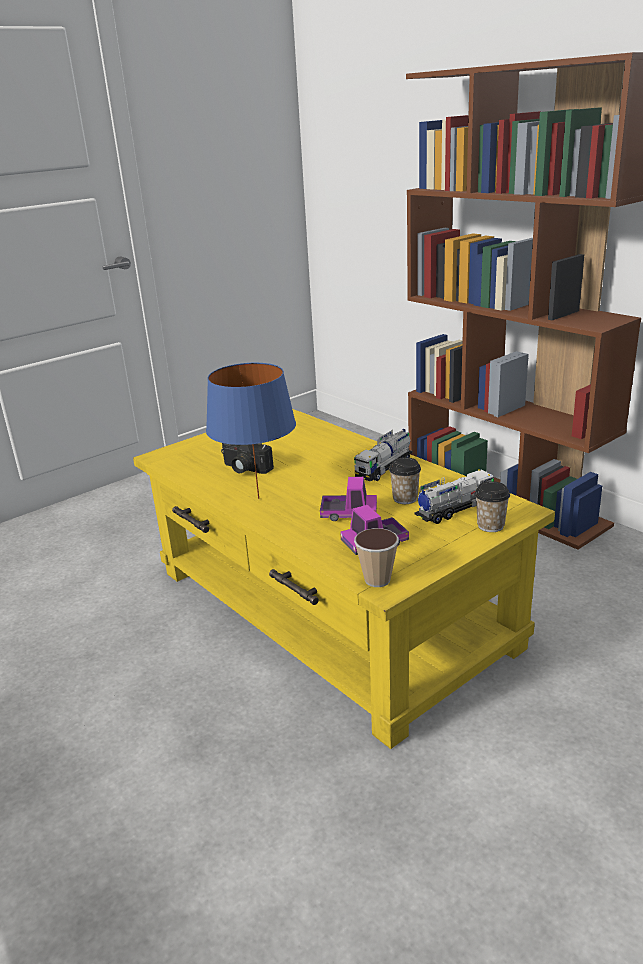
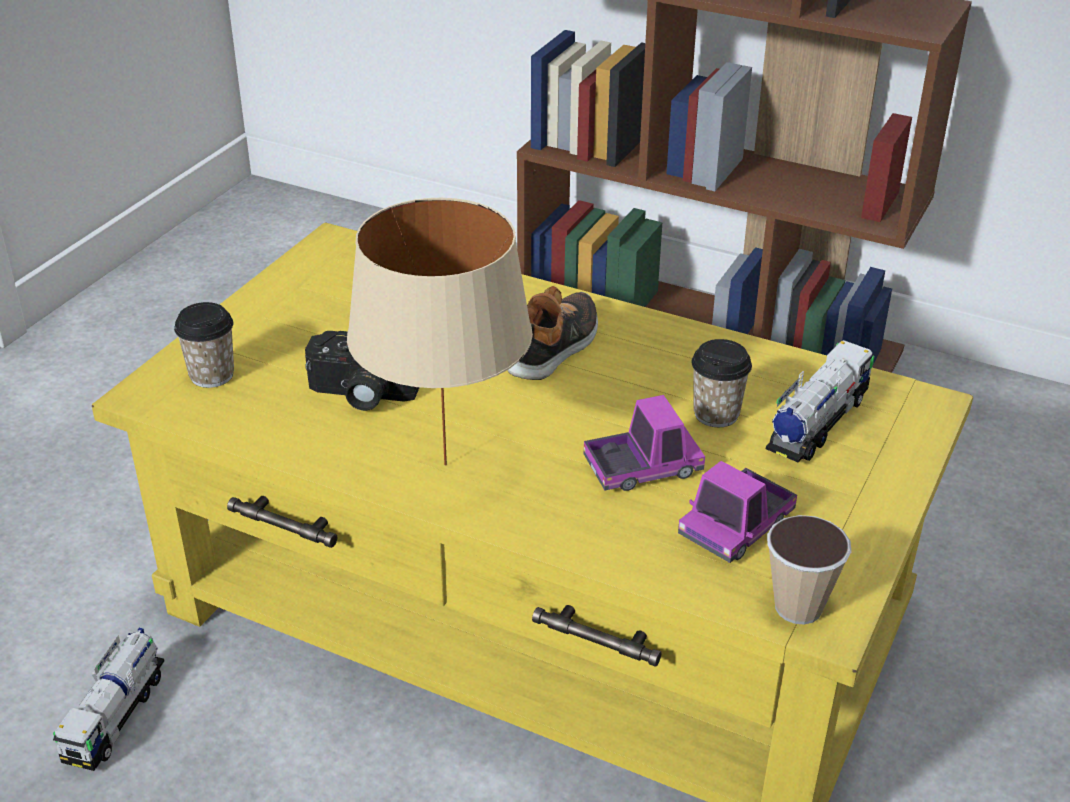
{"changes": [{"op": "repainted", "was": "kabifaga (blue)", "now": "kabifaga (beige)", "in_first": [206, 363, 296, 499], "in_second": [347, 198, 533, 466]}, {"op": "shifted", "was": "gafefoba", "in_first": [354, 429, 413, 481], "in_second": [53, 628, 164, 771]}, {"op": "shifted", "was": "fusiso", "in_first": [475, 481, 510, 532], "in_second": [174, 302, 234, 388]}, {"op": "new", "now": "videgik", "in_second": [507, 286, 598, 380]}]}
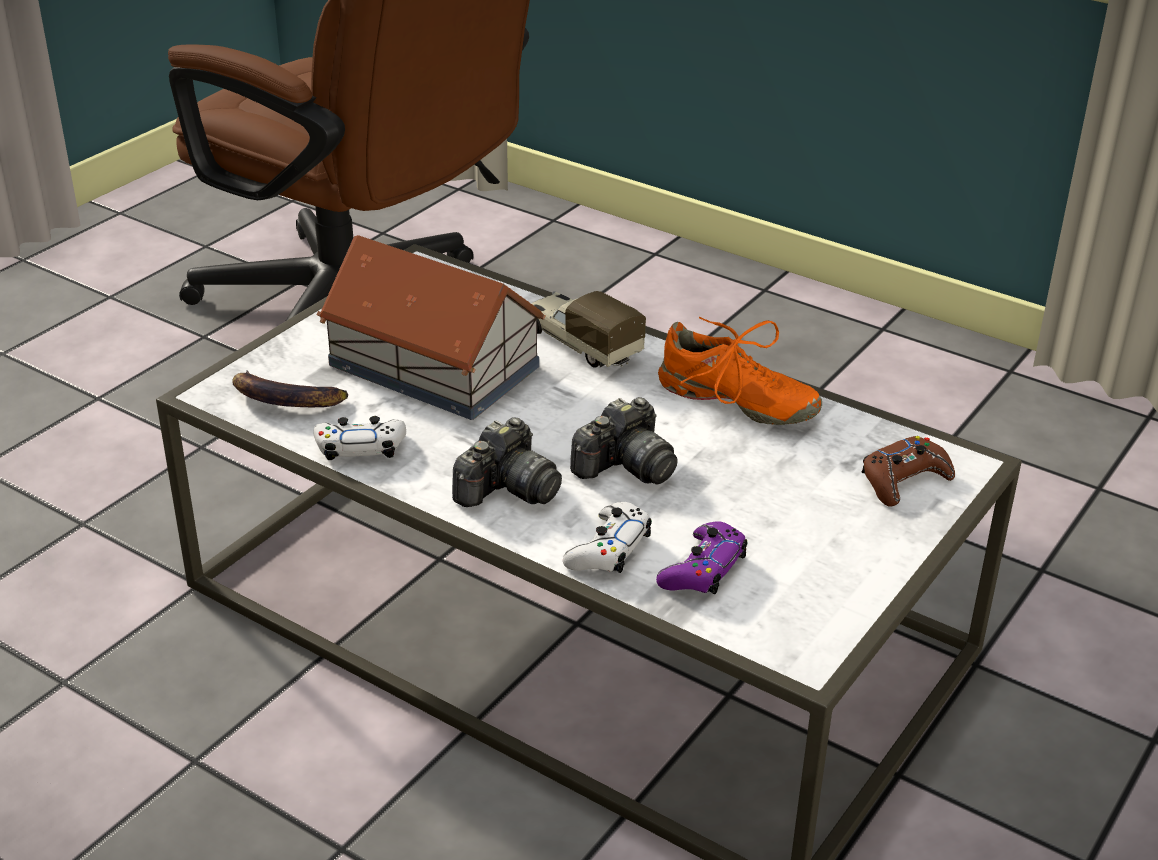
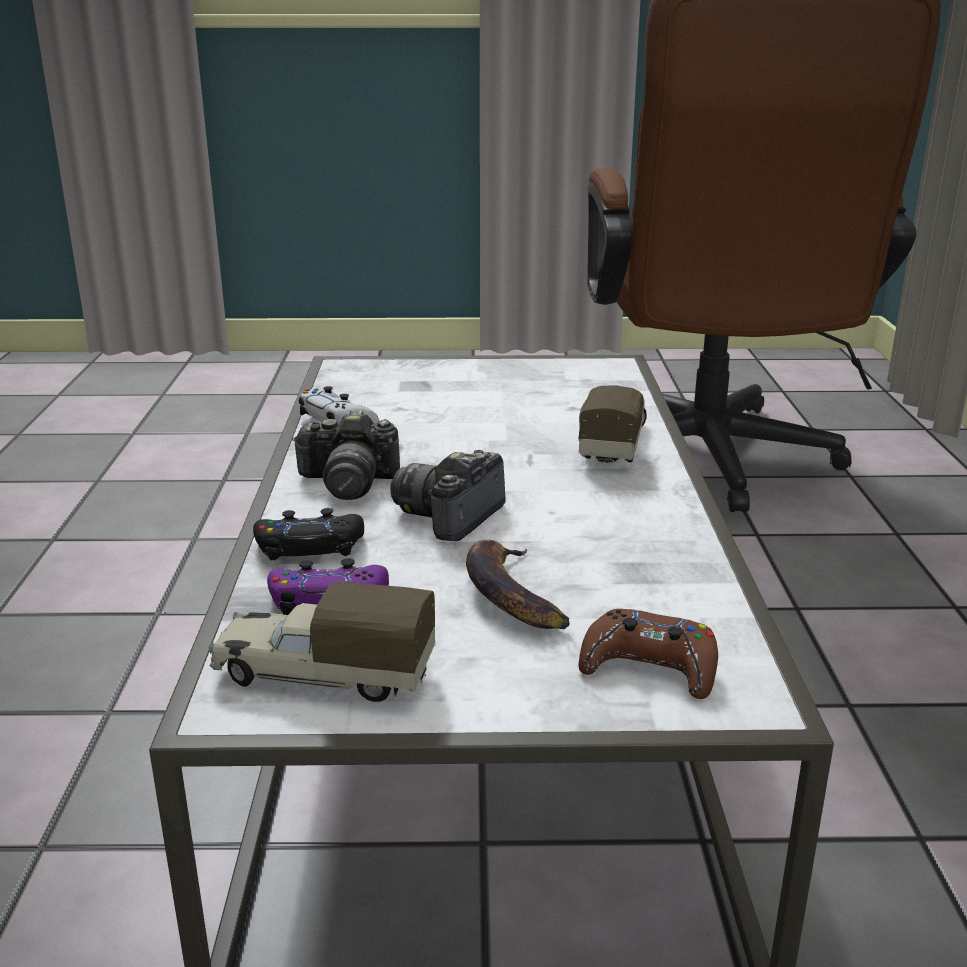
{"changes": [{"op": "shifted", "was": "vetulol", "in_first": [232, 370, 348, 407], "in_second": [466, 540, 570, 629]}, {"op": "gone", "was": "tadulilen", "in_first": [316, 235, 545, 420]}, {"op": "repainted", "was": "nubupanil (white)", "now": "nubupanil (black)", "in_first": [563, 502, 652, 573], "in_second": [253, 508, 364, 560]}, {"op": "rotated", "was": "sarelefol", "in_first": [570, 397, 678, 484], "in_second": [390, 450, 506, 541], "clockwise": 105}, {"op": "gone", "was": "videgik (orange)", "in_first": [658, 317, 822, 425]}, {"op": "new", "now": "gafefoba", "in_second": [209, 582, 435, 702]}]}
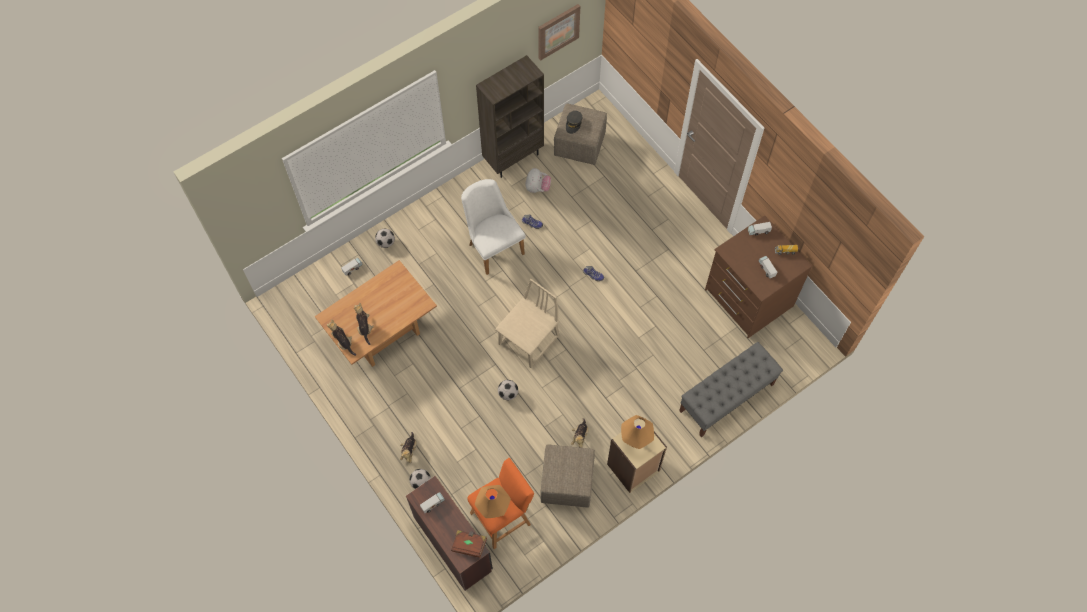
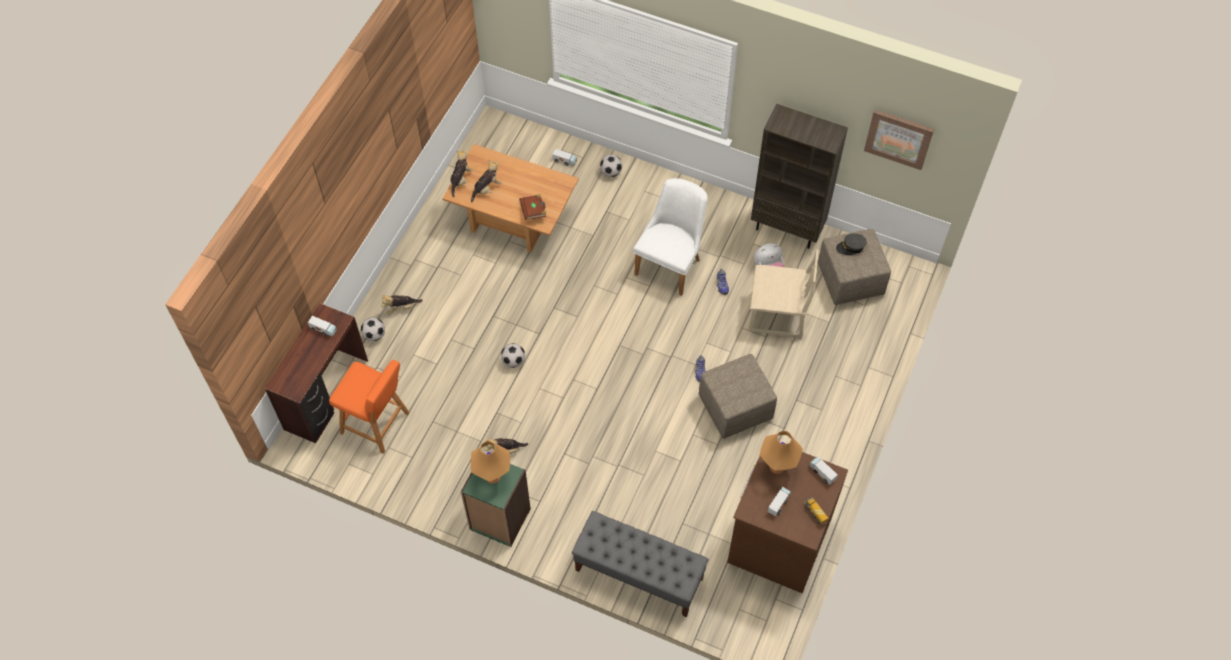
{"changes": [{"op": "shifted", "was": "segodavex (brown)", "in_first": [451, 530, 487, 558], "in_second": [519, 194, 546, 220]}, {"op": "shifted", "was": "kabifaga (orange)", "in_first": [475, 485, 511, 518], "in_second": [760, 431, 803, 474]}, {"op": "shifted", "was": "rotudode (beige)", "in_first": [495, 279, 559, 368], "in_second": [749, 249, 819, 338]}, {"op": "shifted", "was": "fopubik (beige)", "in_first": [540, 444, 595, 508], "in_second": [699, 354, 777, 439]}, {"op": "repainted", "was": "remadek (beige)", "now": "remadek (green)", "in_first": [607, 419, 667, 493], "in_second": [461, 464, 531, 547]}]}
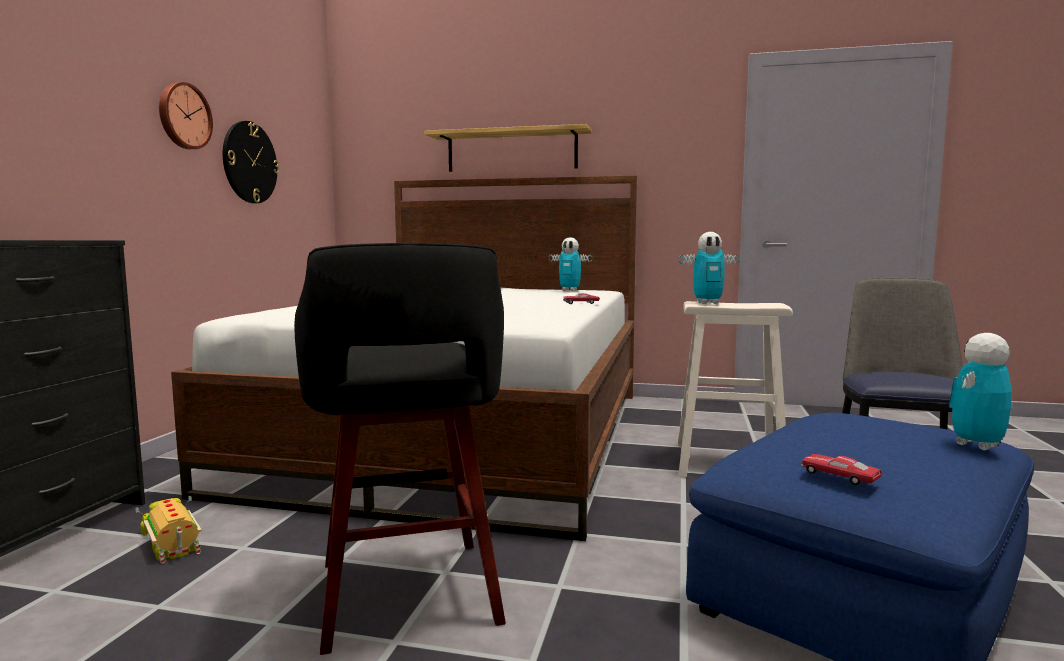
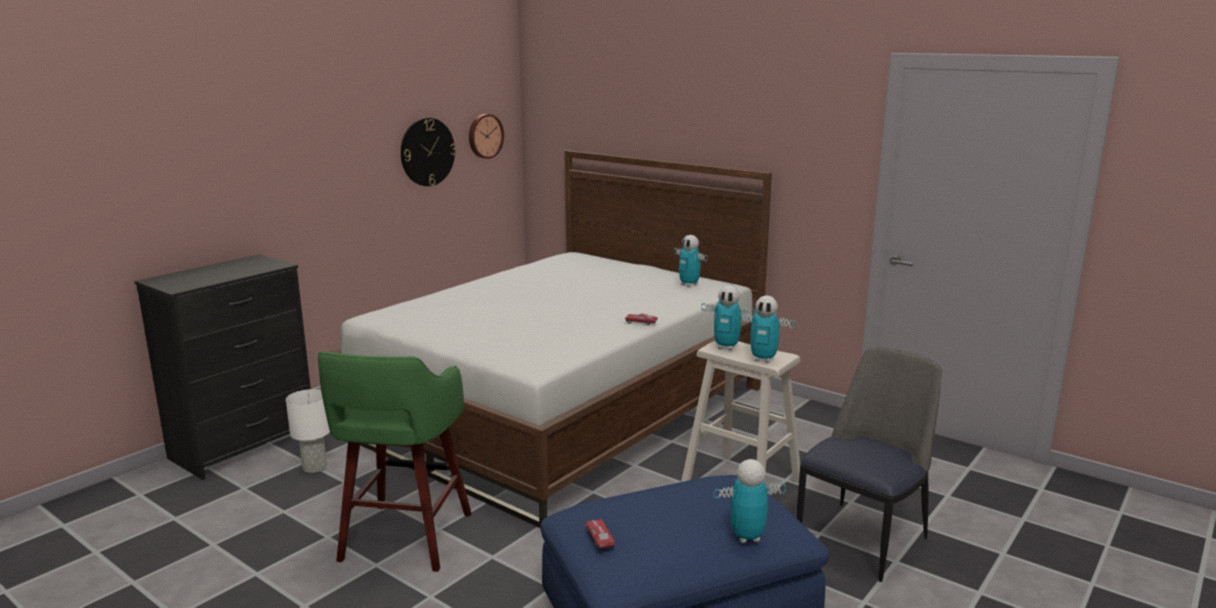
{"changes": [{"op": "swapped", "was": "gafefoba", "now": "kabifaga (white)", "in_first": [135, 496, 202, 564], "in_second": [286, 389, 330, 473]}, {"op": "shifted", "was": "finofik", "in_first": [159, 82, 213, 149], "in_second": [469, 114, 504, 159]}, {"op": "repainted", "was": "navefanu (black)", "now": "navefanu (green)", "in_first": [294, 243, 506, 655], "in_second": [318, 351, 472, 572]}, {"op": "gone", "was": "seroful", "in_first": [424, 124, 592, 172]}, {"op": "new", "now": "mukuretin", "in_second": [737, 296, 795, 363]}]}
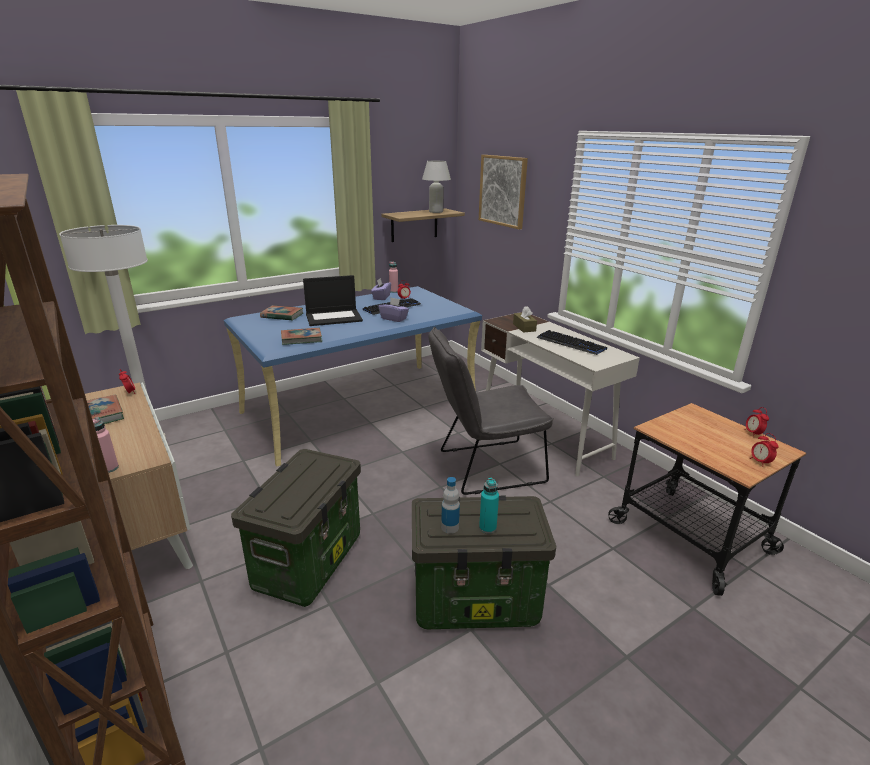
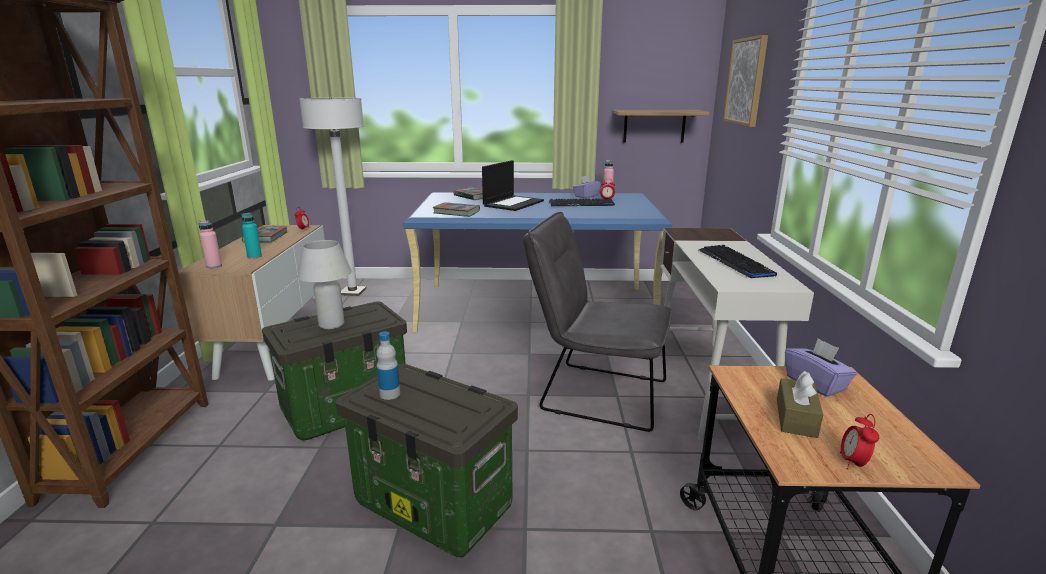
{"changes": [{"op": "rotated", "was": "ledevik", "in_first": [303, 275, 363, 326], "in_second": [482, 160, 544, 211], "clockwise": -75}, {"op": "shifted", "was": "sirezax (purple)", "in_first": [378, 298, 409, 322], "in_second": [785, 338, 857, 397]}, {"op": "shifted", "was": "kabifaga (white)", "in_first": [422, 161, 451, 213], "in_second": [298, 240, 352, 330]}, {"op": "shifted", "was": "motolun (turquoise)", "in_first": [479, 478, 499, 534], "in_second": [241, 212, 262, 259]}, {"op": "shifted", "was": "sirezax (brown)", "in_first": [513, 306, 537, 333], "in_second": [777, 371, 823, 438]}, {"op": "gone", "was": "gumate", "in_first": [745, 407, 769, 437]}]}
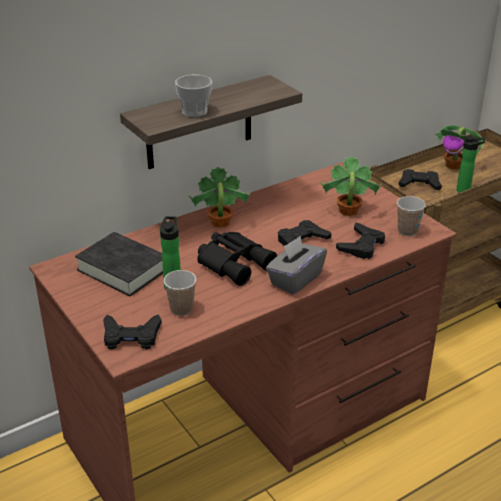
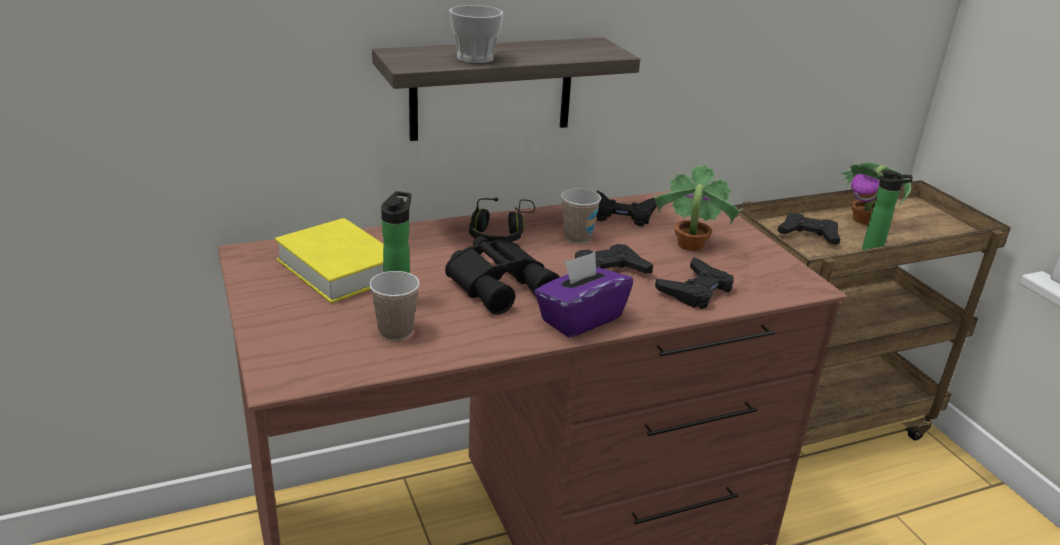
{"changes": [{"op": "repainted", "was": "segodavex (black)", "now": "segodavex (yellow)", "in_first": [75, 232, 163, 296], "in_second": [275, 218, 384, 303]}, {"op": "shifted", "was": "nubupanil (black)", "in_first": [103, 314, 162, 350], "in_second": [596, 191, 657, 227]}, {"op": "swapped", "was": "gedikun", "now": "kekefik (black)", "in_first": [188, 167, 251, 228], "in_second": [469, 198, 535, 242]}, {"op": "repainted", "was": "sirezax (grey)", "now": "sirezax (purple)", "in_first": [266, 236, 327, 294], "in_second": [534, 252, 633, 338]}, {"op": "shifted", "was": "fusiso", "in_first": [397, 196, 426, 236], "in_second": [561, 188, 601, 244]}]}
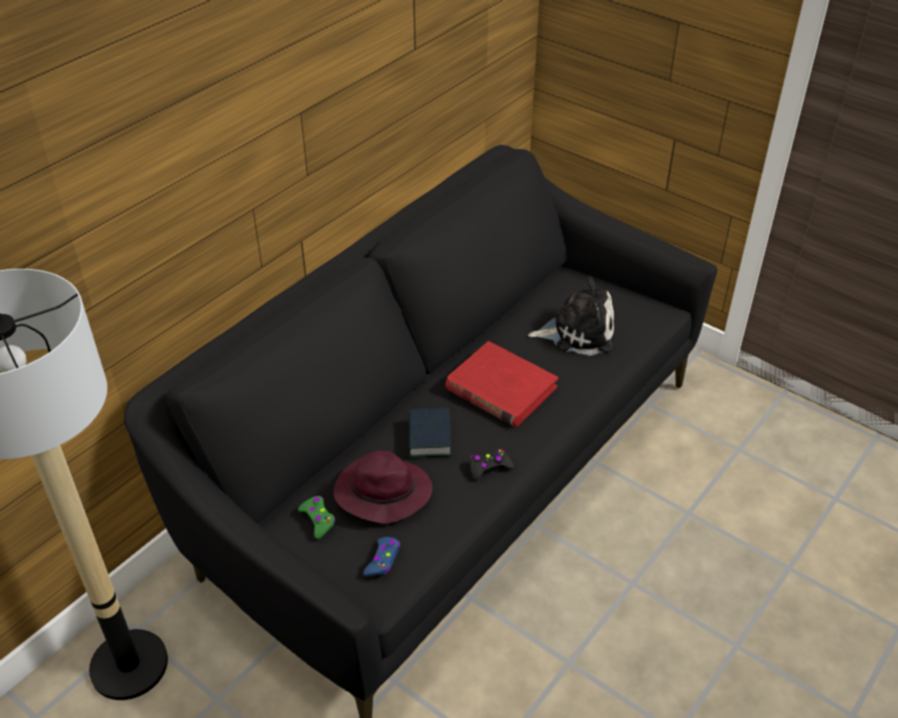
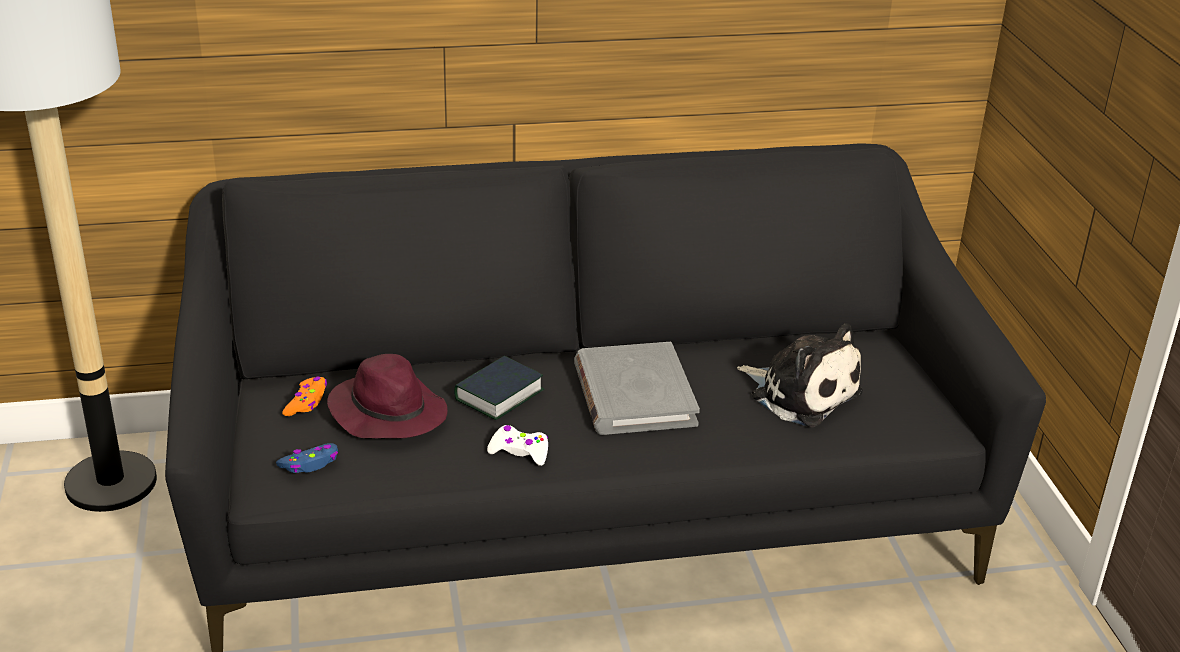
{"changes": [{"op": "repainted", "was": "nubupanil (green)", "now": "nubupanil (orange)", "in_first": [298, 496, 335, 539], "in_second": [282, 377, 327, 416]}, {"op": "repainted", "was": "segodavex (red)", "now": "segodavex (grey)", "in_first": [446, 341, 558, 427], "in_second": [574, 342, 700, 435]}, {"op": "repainted", "was": "nubupanil (black)", "now": "nubupanil (white)", "in_first": [470, 447, 514, 481], "in_second": [487, 425, 548, 466]}]}
